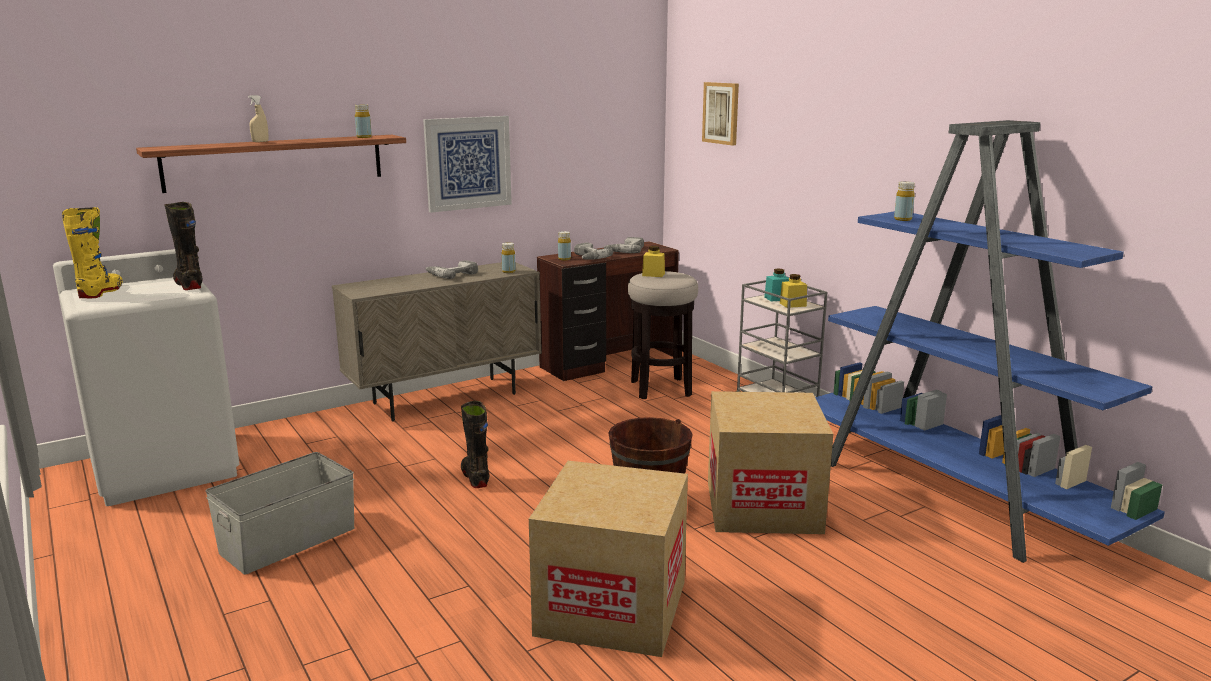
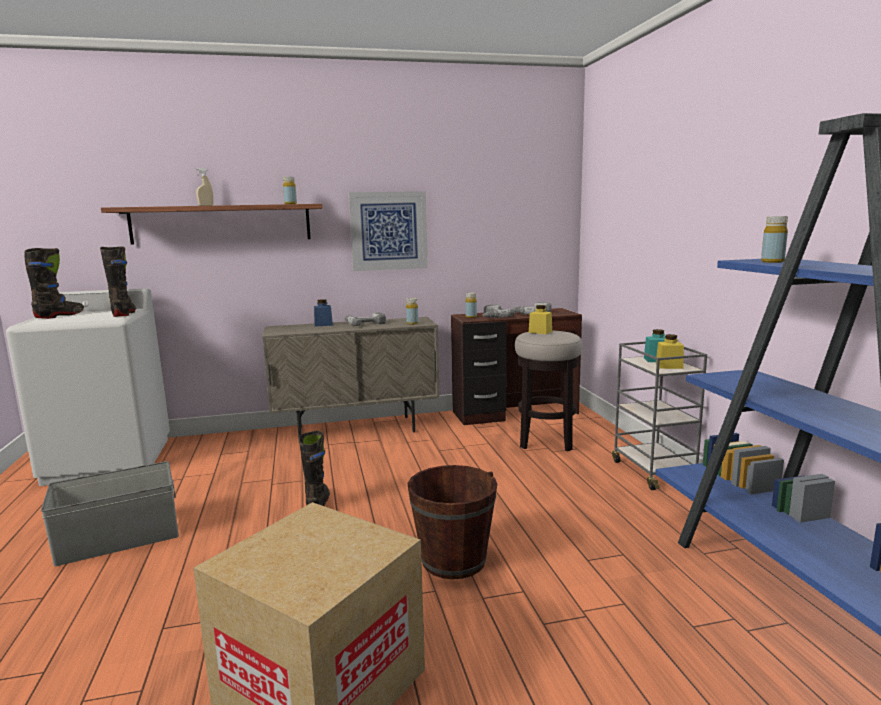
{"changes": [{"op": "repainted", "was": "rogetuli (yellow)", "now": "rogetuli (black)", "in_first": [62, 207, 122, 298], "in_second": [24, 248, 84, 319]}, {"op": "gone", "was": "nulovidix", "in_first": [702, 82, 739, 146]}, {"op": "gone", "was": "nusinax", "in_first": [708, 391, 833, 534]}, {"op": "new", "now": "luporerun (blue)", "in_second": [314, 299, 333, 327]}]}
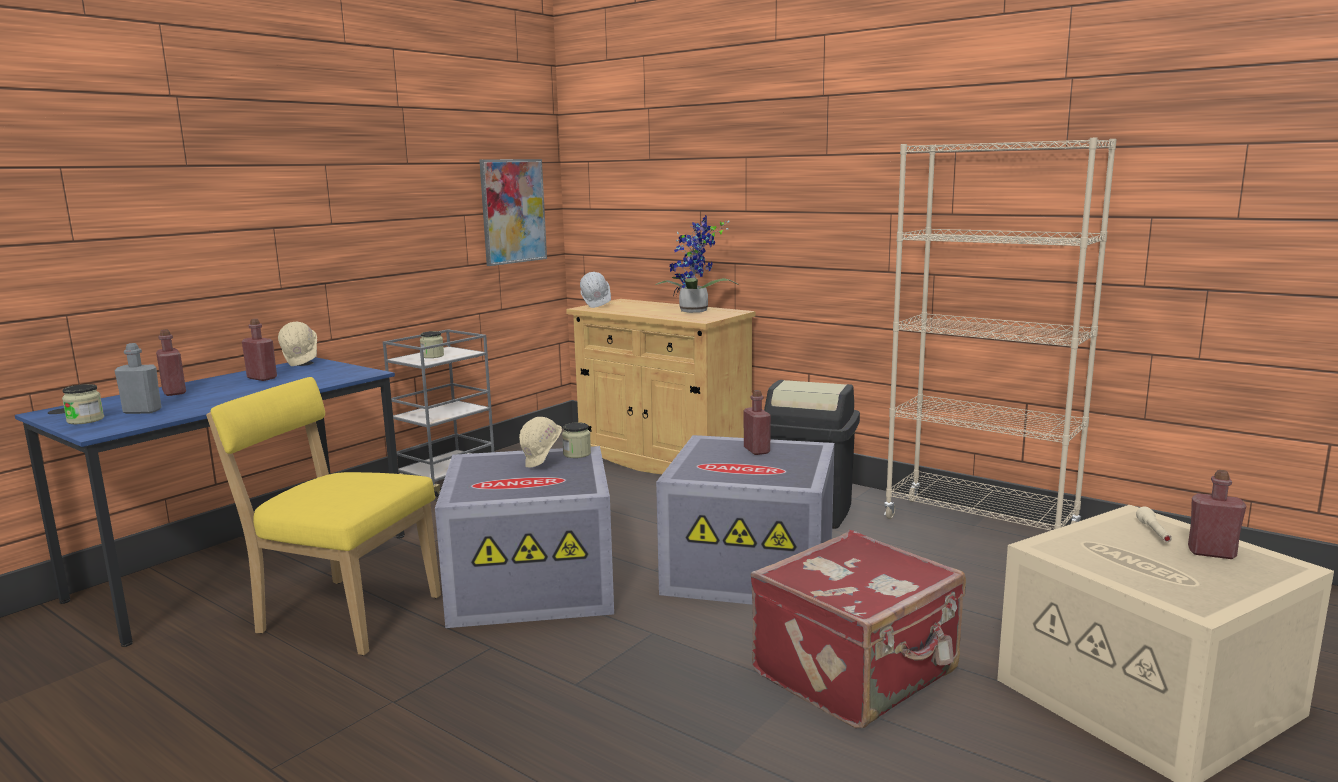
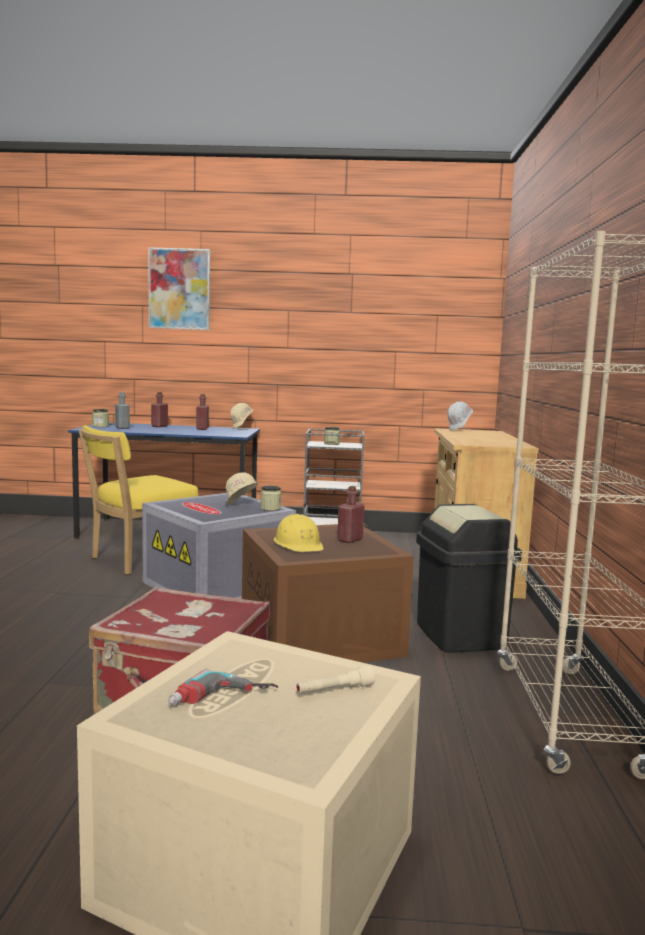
{"changes": [{"op": "rotated", "was": "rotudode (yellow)", "in_first": [206, 377, 441, 655], "in_second": [79, 425, 199, 575], "clockwise": -120}, {"op": "shifted", "was": "nulovidix", "in_first": [479, 159, 547, 266], "in_second": [148, 247, 210, 330]}, {"op": "gone", "was": "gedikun", "in_first": [655, 215, 739, 313]}, {"op": "repainted", "was": "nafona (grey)", "now": "nafona (brown)", "in_first": [656, 435, 834, 605], "in_second": [242, 524, 414, 663]}, {"op": "gone", "was": "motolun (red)", "in_first": [1188, 470, 1246, 559]}, {"op": "new", "now": "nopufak", "in_second": [168, 669, 278, 705]}, {"op": "new", "now": "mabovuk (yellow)", "in_second": [274, 514, 324, 552]}]}
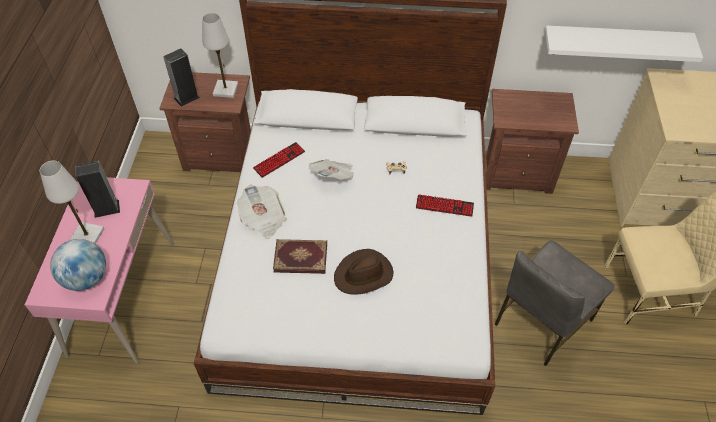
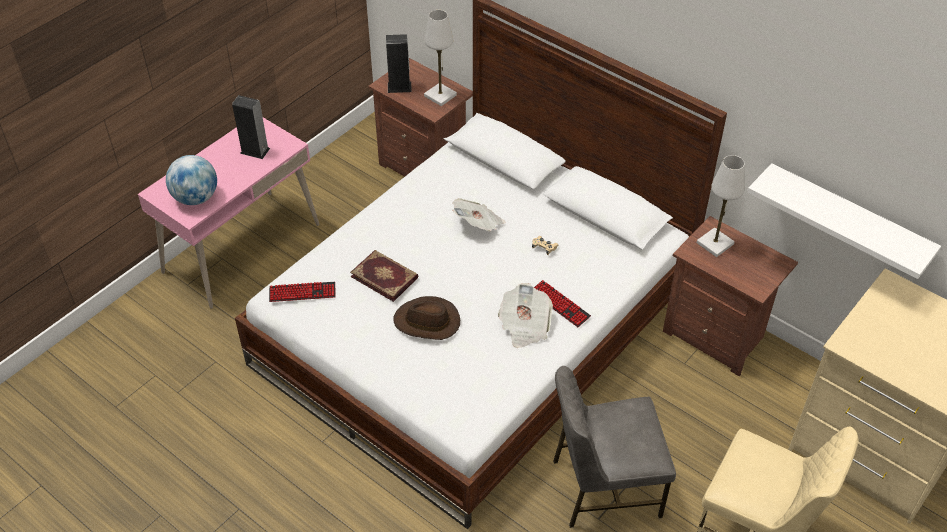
{"changes": [{"op": "shifted", "was": "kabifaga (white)", "in_first": [39, 161, 104, 244], "in_second": [697, 155, 745, 257]}, {"op": "shifted", "was": "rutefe", "in_first": [236, 185, 287, 239], "in_second": [498, 283, 553, 348]}, {"op": "shifted", "was": "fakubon", "in_first": [253, 142, 305, 178], "in_second": [269, 282, 336, 302]}]}
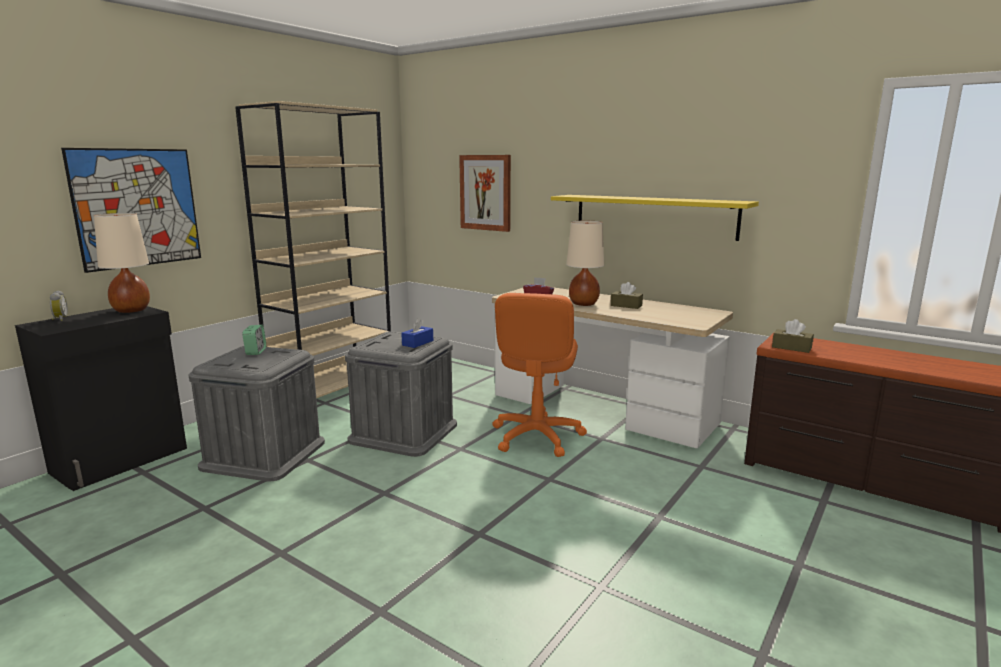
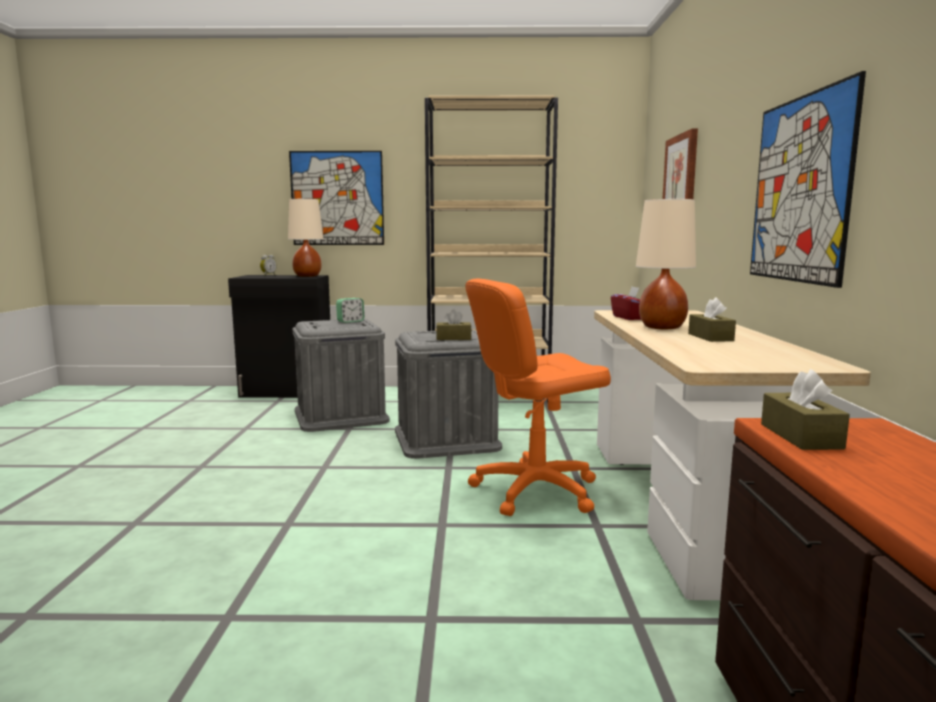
{"changes": [{"op": "repainted", "was": "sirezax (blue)", "now": "sirezax (brown)", "in_first": [401, 318, 433, 348], "in_second": [436, 309, 472, 340]}, {"op": "swapped", "was": "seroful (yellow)", "now": "nulovidix", "in_first": [551, 195, 759, 241], "in_second": [750, 71, 866, 288]}]}
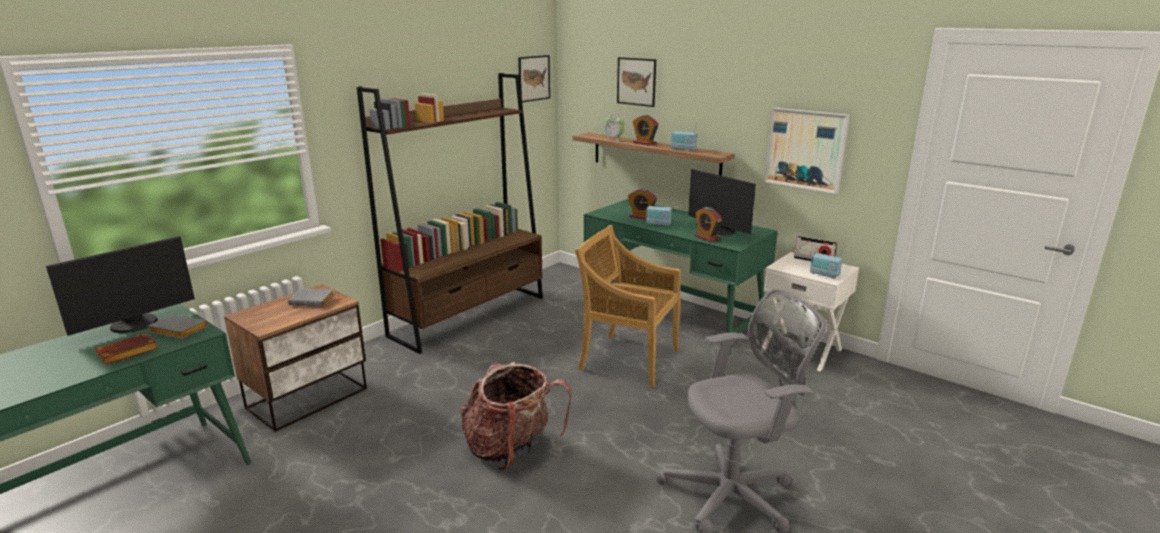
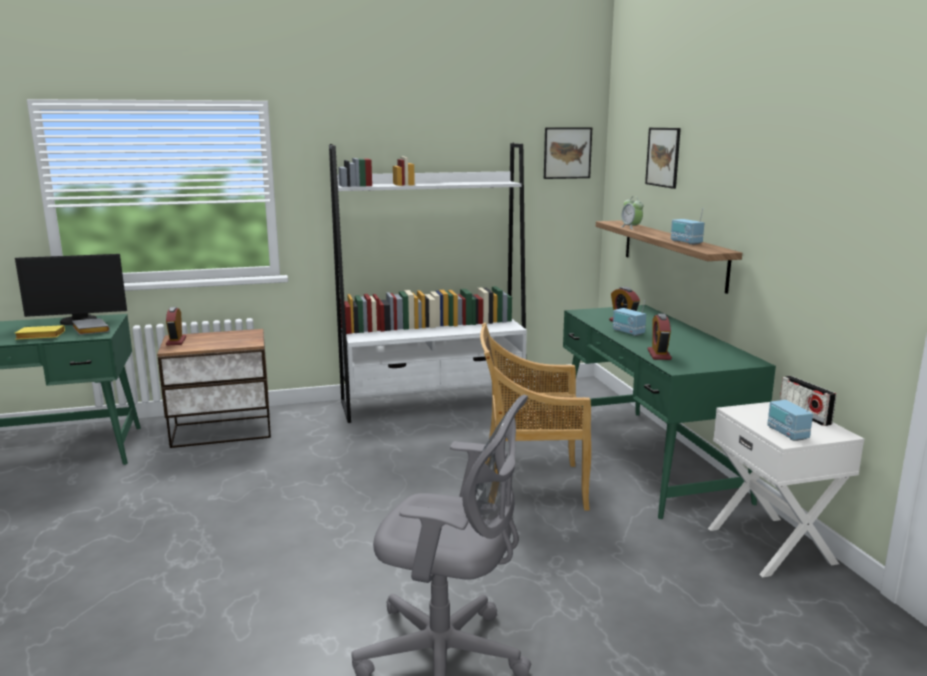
{"changes": [{"op": "repainted", "was": "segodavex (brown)", "now": "segodavex (yellow)", "in_first": [95, 333, 158, 365], "in_second": [15, 325, 65, 340]}, {"op": "gone", "was": "segodavex (grey)", "in_first": [288, 288, 334, 307]}, {"op": "repainted", "was": "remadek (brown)", "now": "remadek (white)", "in_first": [357, 73, 543, 354], "in_second": [329, 143, 527, 423]}, {"op": "gone", "was": "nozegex", "in_first": [460, 362, 572, 471]}, {"op": "rotated", "was": "rotudode (beige)", "in_first": [575, 225, 681, 388], "in_second": [480, 323, 591, 511], "clockwise": -60}, {"op": "shifted", "was": "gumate", "in_first": [633, 115, 658, 146], "in_second": [166, 307, 186, 346]}, {"op": "gone", "was": "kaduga", "in_first": [688, 169, 756, 235]}, {"op": "gone", "was": "nulovidix", "in_first": [764, 108, 849, 194]}]}
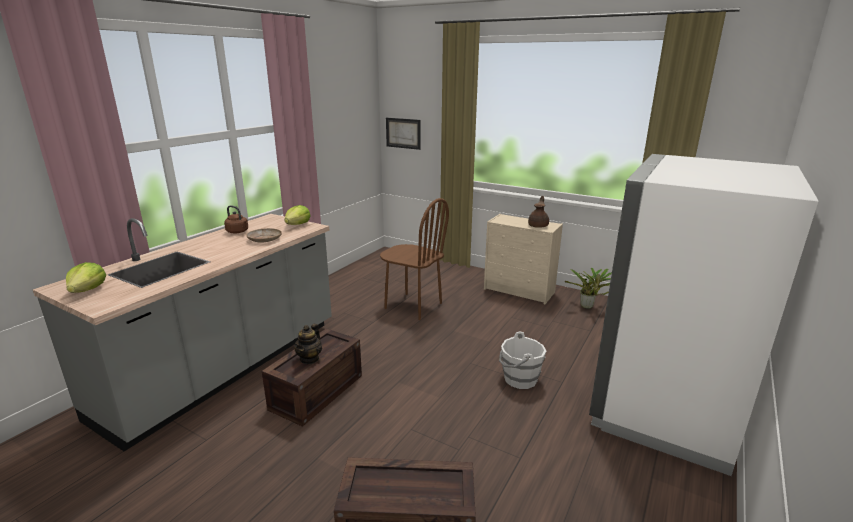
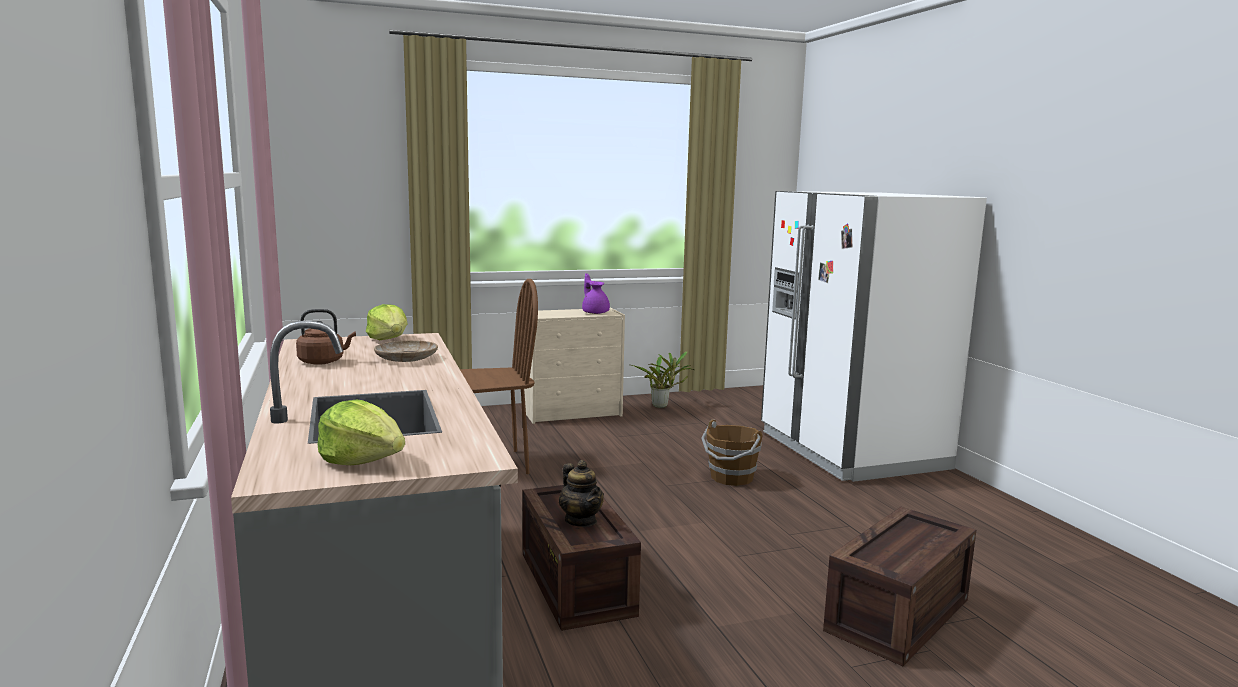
{"changes": [{"op": "gone", "was": "nulovidix", "in_first": [386, 118, 421, 150]}, {"op": "repainted", "was": "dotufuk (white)", "now": "dotufuk (brown)", "in_first": [499, 332, 546, 389], "in_second": [701, 419, 763, 486]}, {"op": "repainted", "was": "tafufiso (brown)", "now": "tafufiso (purple)", "in_first": [528, 196, 549, 228], "in_second": [582, 273, 610, 314]}]}
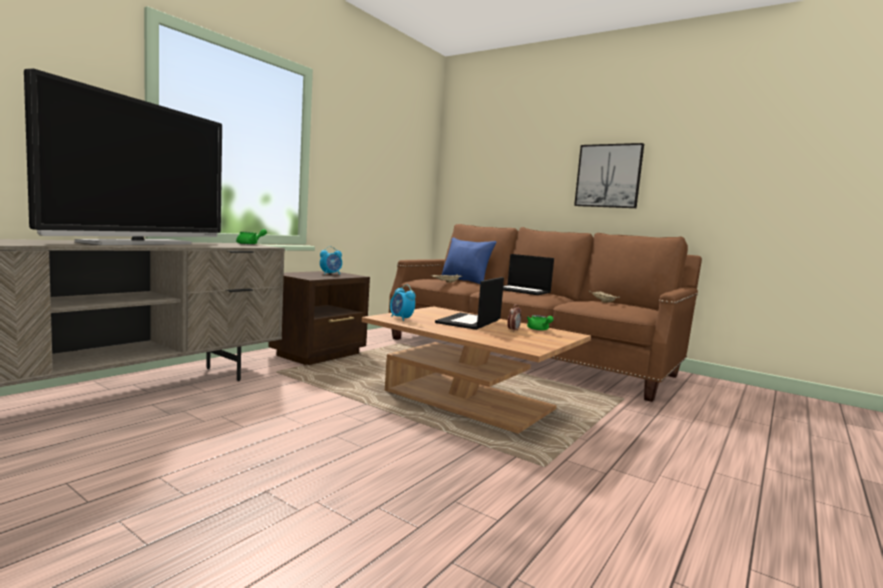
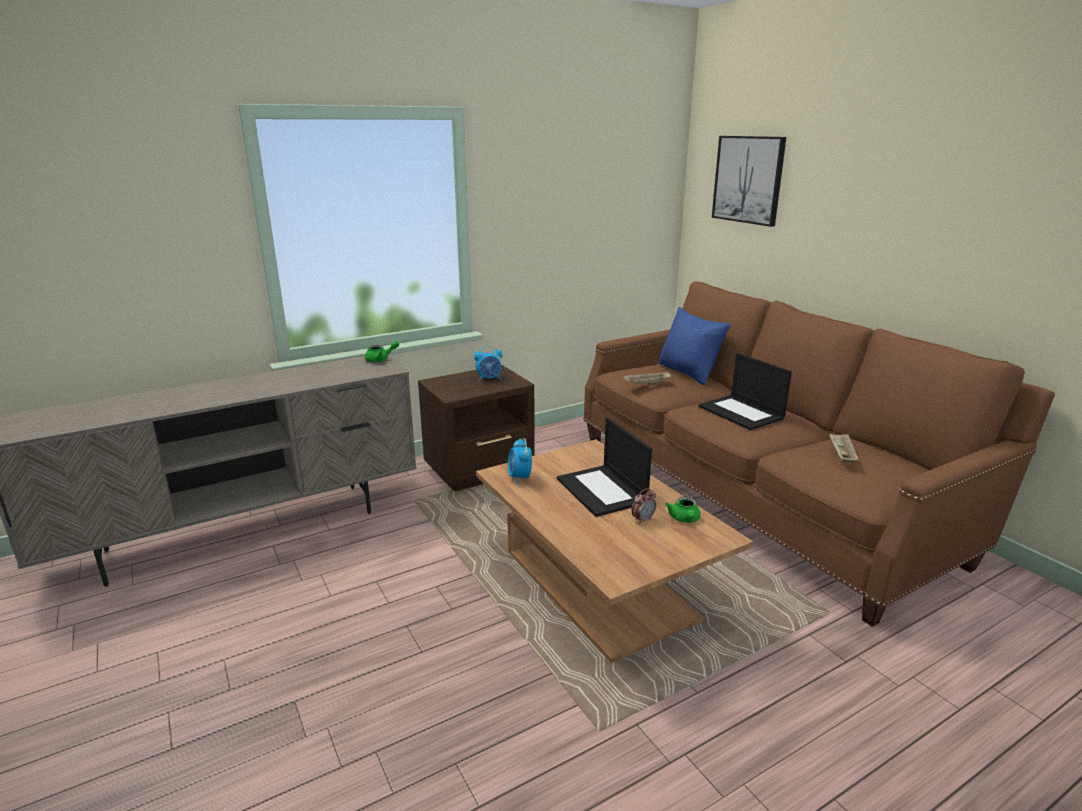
{"changes": [{"op": "gone", "was": "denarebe", "in_first": [24, 69, 222, 245]}, {"op": "rotated", "was": "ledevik", "in_first": [435, 277, 504, 330], "in_second": [557, 418, 652, 517], "clockwise": -75}, {"op": "shifted", "was": "nulovidix", "in_first": [574, 143, 644, 208], "in_second": [712, 136, 786, 227]}]}
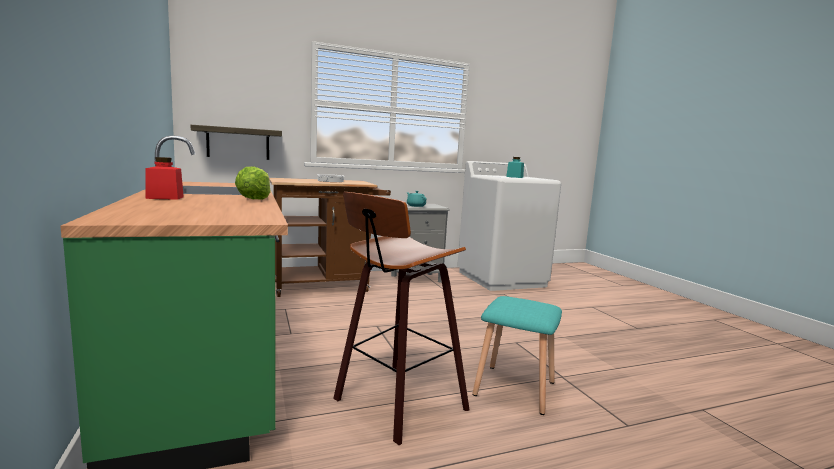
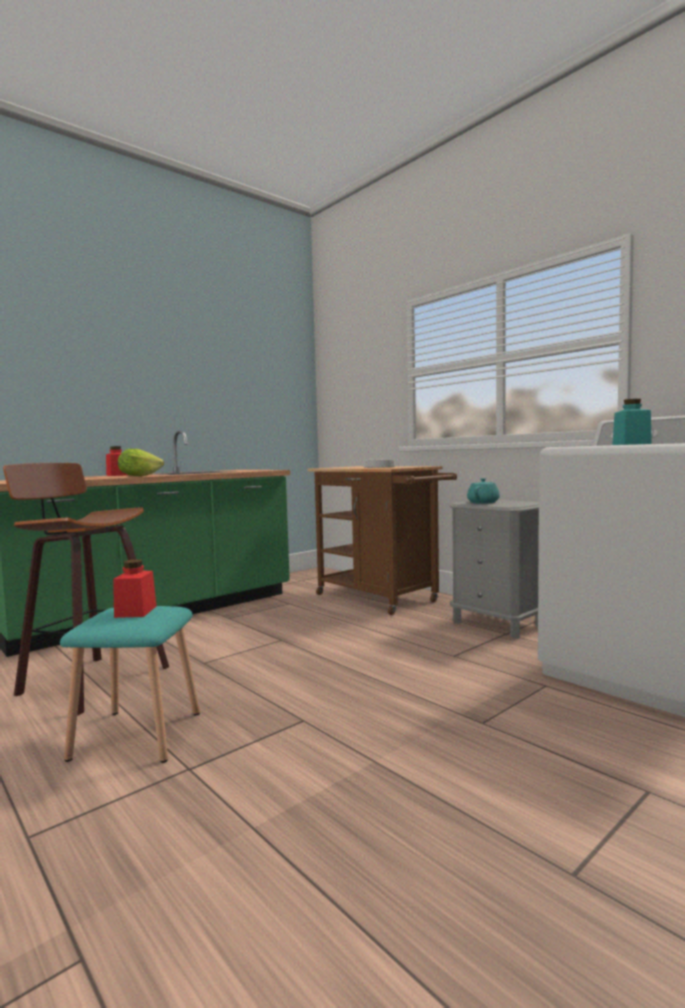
{"changes": [{"op": "gone", "was": "seroful", "in_first": [191, 125, 282, 160]}, {"op": "new", "now": "luporerun (red)", "in_second": [113, 559, 156, 618]}]}
